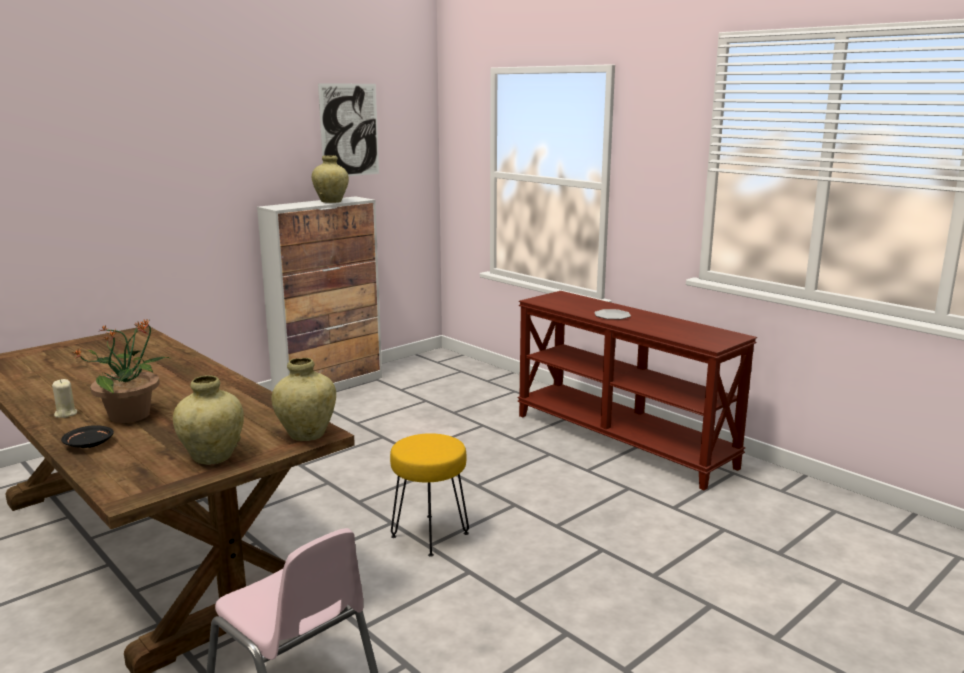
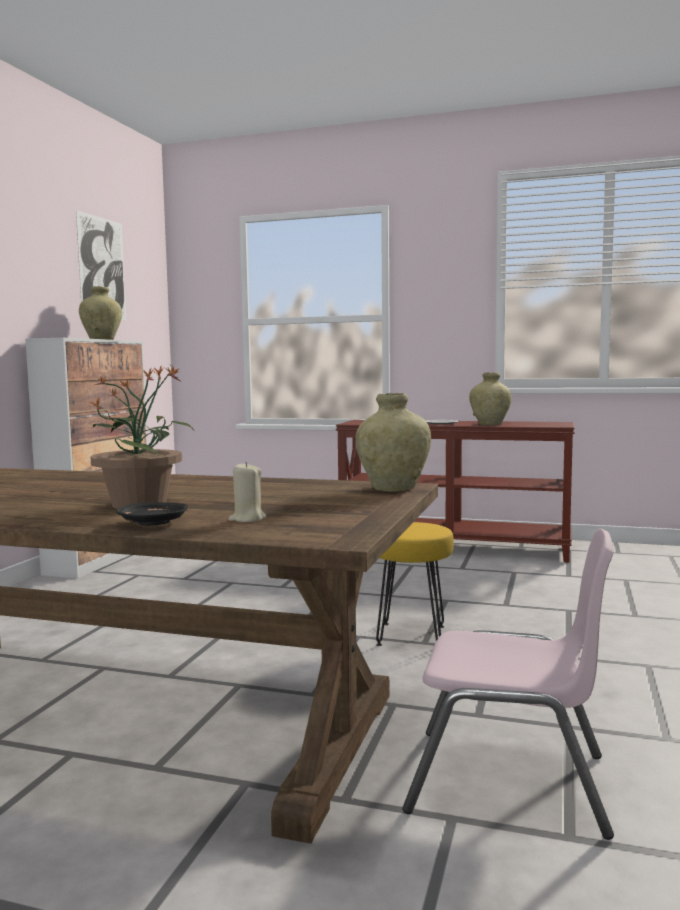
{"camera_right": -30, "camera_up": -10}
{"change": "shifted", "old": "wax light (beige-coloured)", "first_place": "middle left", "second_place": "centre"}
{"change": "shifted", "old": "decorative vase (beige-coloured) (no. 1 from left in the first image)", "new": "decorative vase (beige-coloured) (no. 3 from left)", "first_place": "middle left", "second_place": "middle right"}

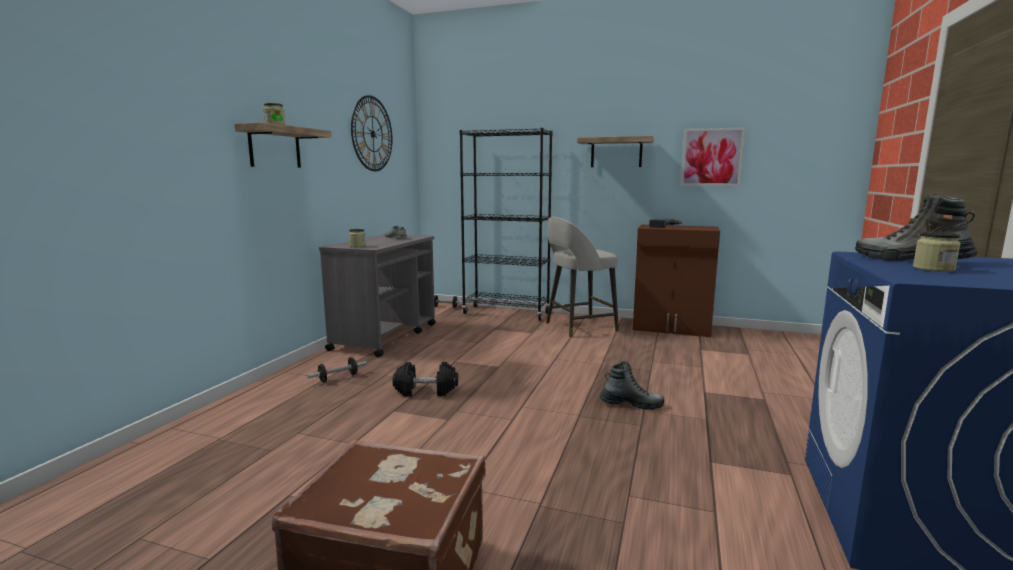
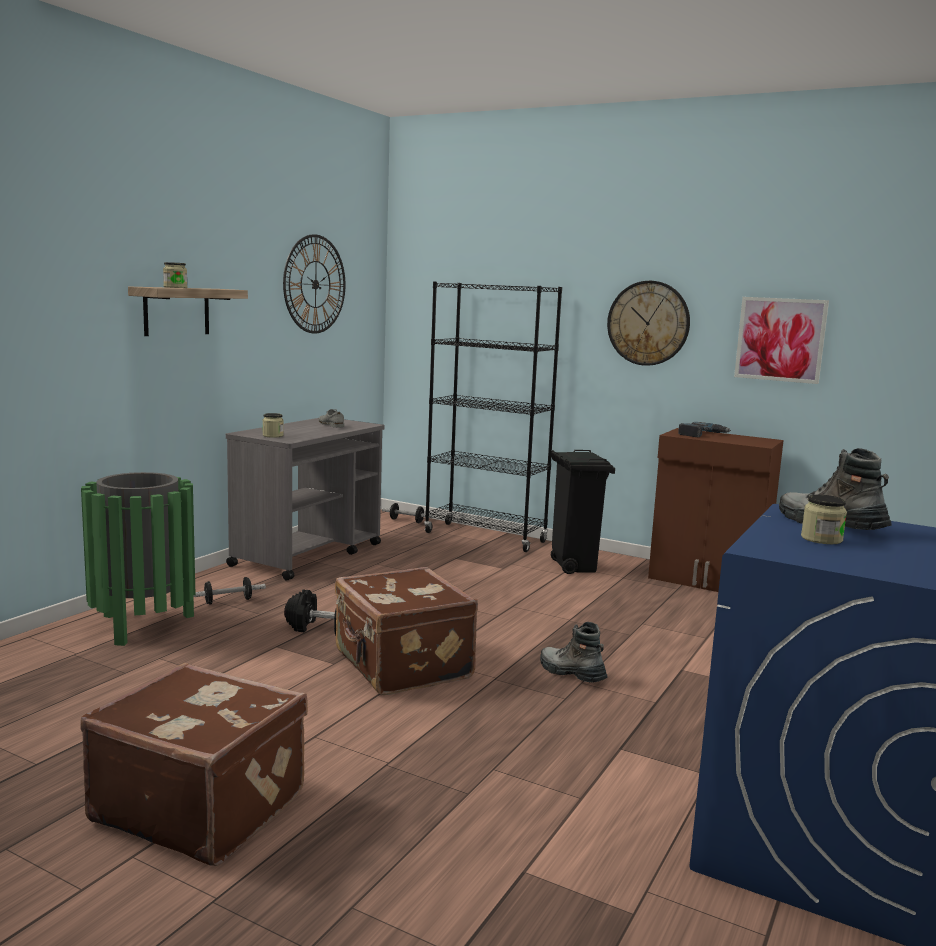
{"camera_right": 10, "camera_up": 0}
{"change": "new", "new": "trash can (green)", "second_place": "middle left"}
{"change": "new", "new": "piece of luggage (brown-coloured) (no. 2 from left)", "second_place": "bottom centre"}
{"change": "swapped", "old": "sitting stool (gray)", "new": "trash can (blackish)", "first_place": "centre", "second_place": "centre"}
{"change": "swapped", "old": "bracket shelf (no. 2 from left)", "new": "hanging clock (no. 2 from left)", "first_place": "top centre", "second_place": "middle right"}
{"change": "rotated", "old": "boot (no. 1 from left)", "first_place": "bottom centre", "second_place": "bottom centre", "degrees": -150}

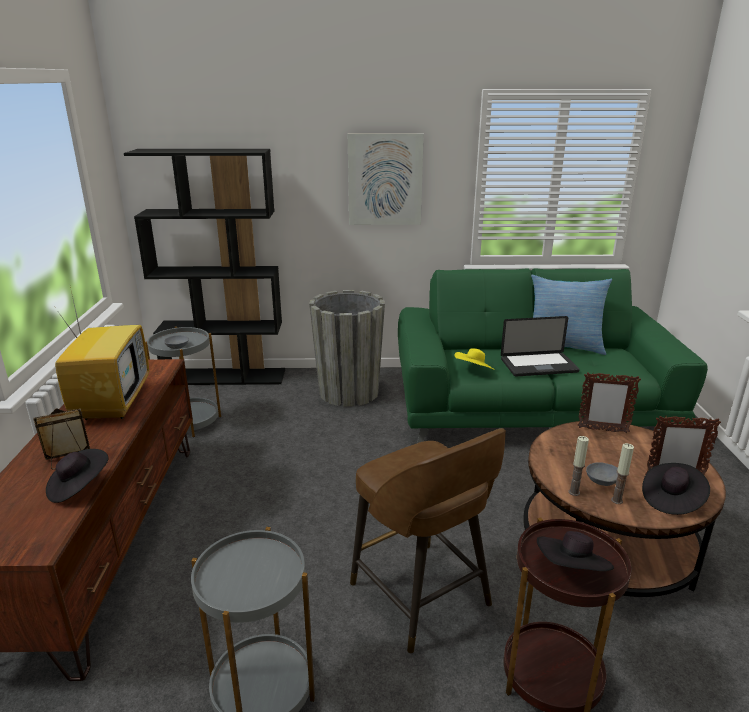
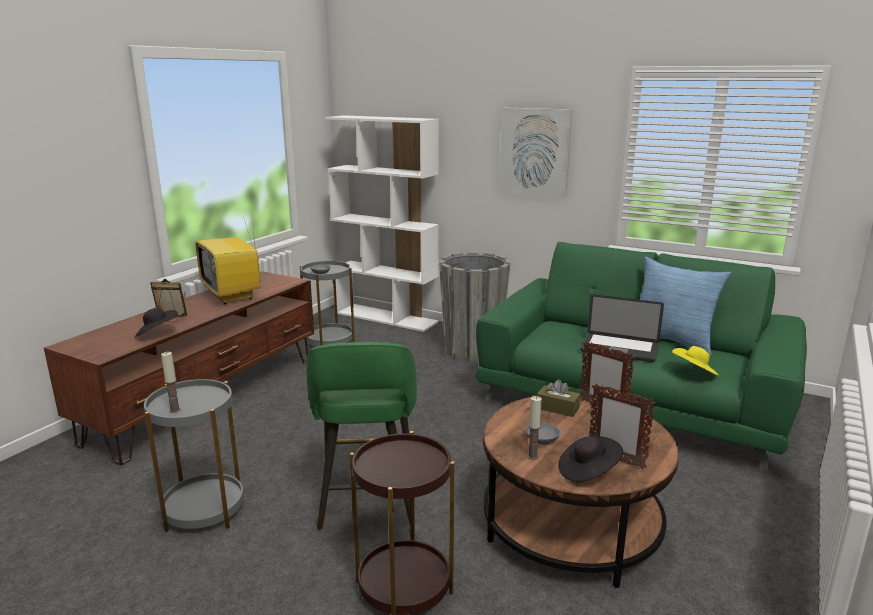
{"camera_right": 30, "camera_up": -5}
{"change": "gone", "old": "wearable hat (blackish) (no. 2 from left)", "first_place": "bottom right"}
{"change": "new", "new": "tissue holder (brown-coloured)", "second_place": "centre"}
{"change": "shifted", "old": "wearable hat (yellowish)", "first_place": "centre", "second_place": "middle right"}
{"change": "shifted", "old": "wax light (no. 1 from left)", "first_place": "middle right", "second_place": "middle left"}
{"change": "repainted", "old": "bookshelf (blackish)", "new": "bookshelf (whitish)", "first_place": "middle left", "second_place": "centre"}
{"change": "repainted", "old": "sitting stool (brown-coloured)", "new": "sitting stool (green)", "first_place": "bottom centre", "second_place": "bottom centre"}
{"change": "rotated", "old": "television", "first_place": "middle left", "second_place": "middle left", "degrees": 120}

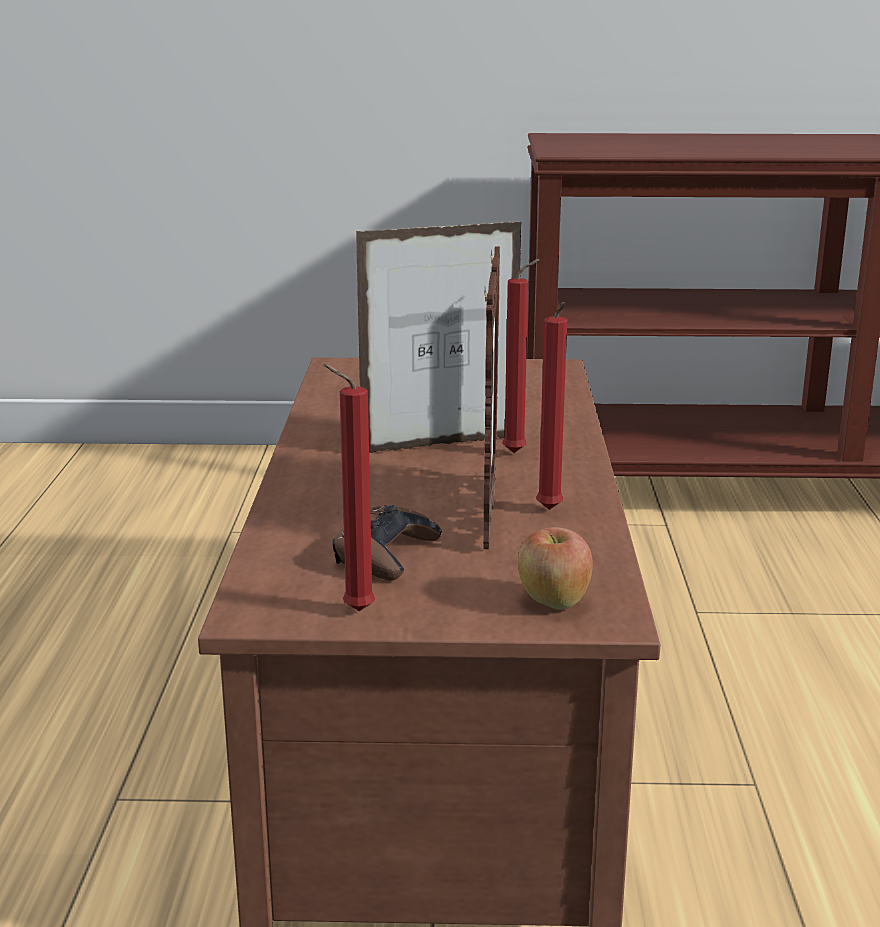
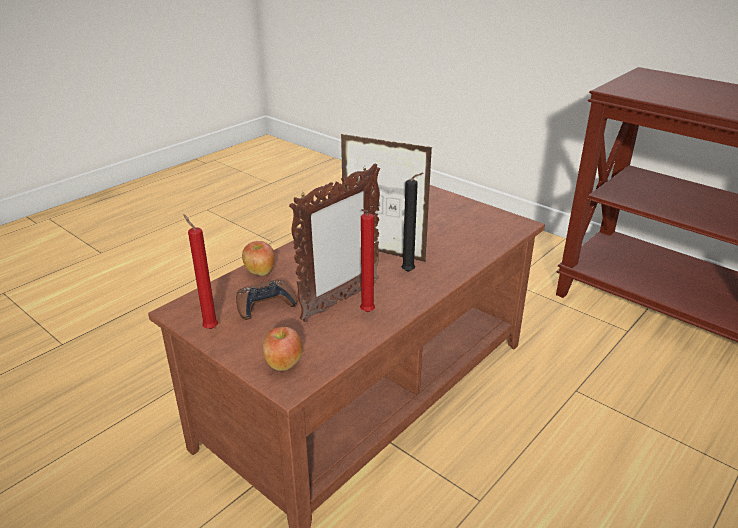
{"camera_right": 40, "camera_up": 10}
{"change": "new", "new": "apple (no. 1 from left)", "second_place": "centre"}
{"change": "repainted", "old": "wax light (reddish) (no. 2 from left)", "new": "wax light (blackish)", "first_place": "centre", "second_place": "centre"}

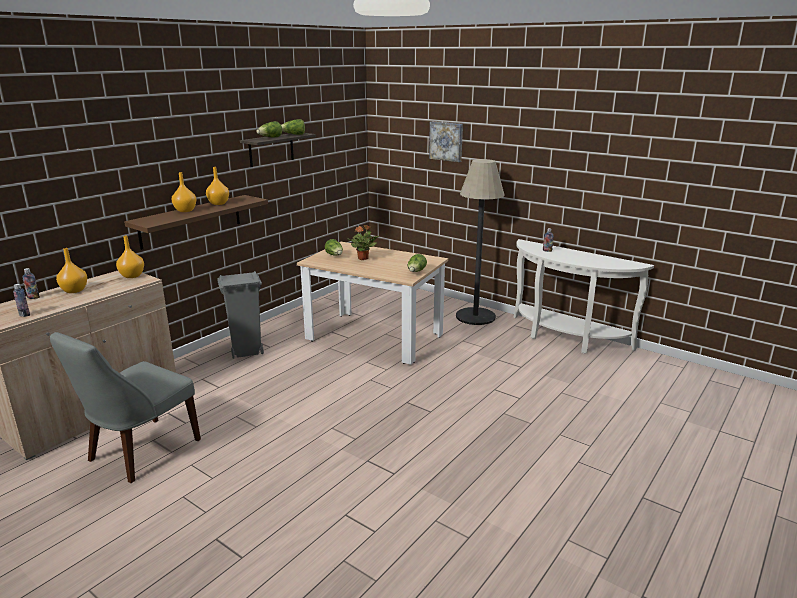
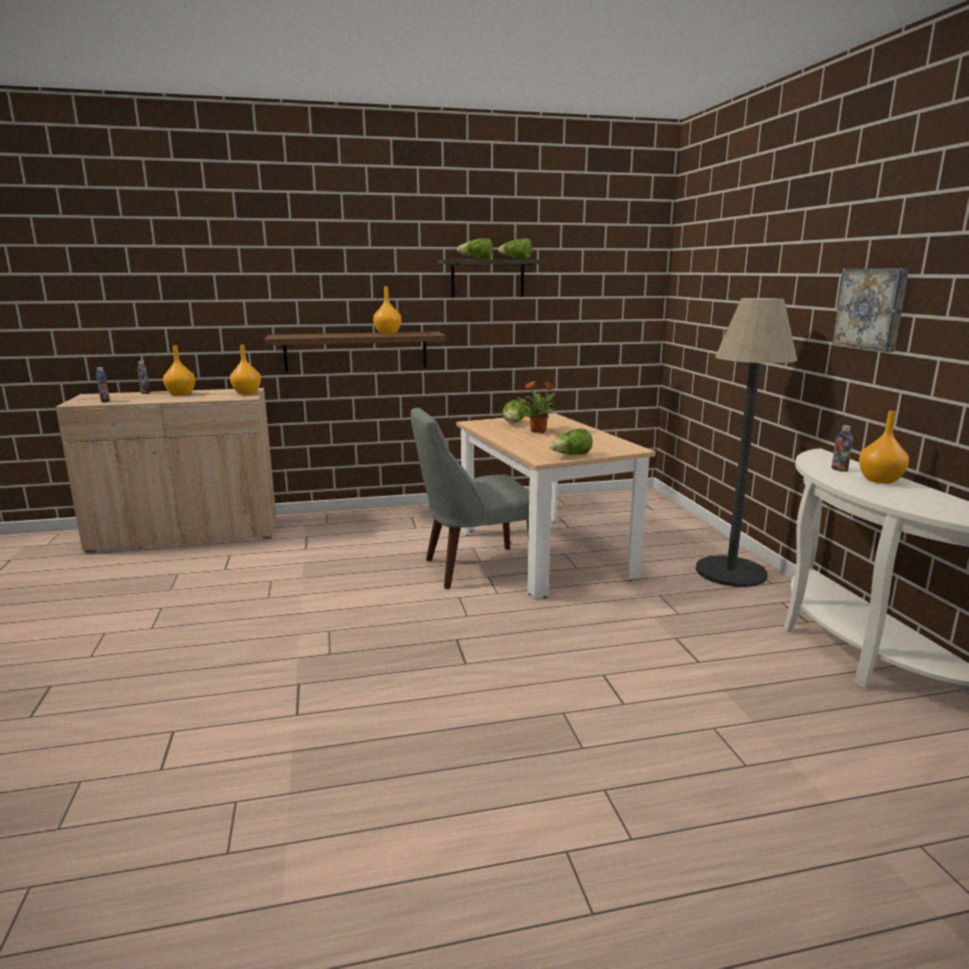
{"camera_right": 40, "camera_up": -5}
{"change": "gone", "old": "trash can (gray)", "first_place": "middle left"}
{"change": "shifted", "old": "upright chair (gray)", "first_place": "bottom left", "second_place": "centre"}
{"change": "shifted", "old": "decorative vase (orange-coloured) (no. 3 from left in the first image)", "new": "decorative vase (orange-coloured) (no. 4 from left)", "first_place": "top left", "second_place": "middle right"}
{"change": "shifted", "old": "picture", "first_place": "top centre", "second_place": "top right"}

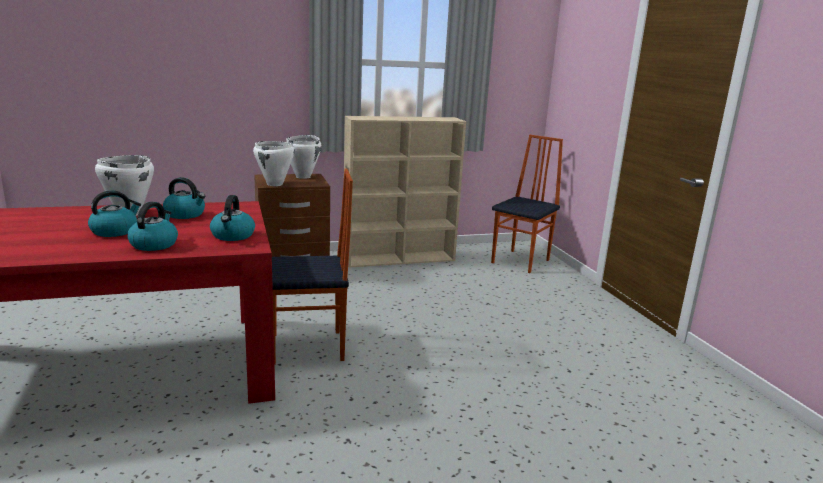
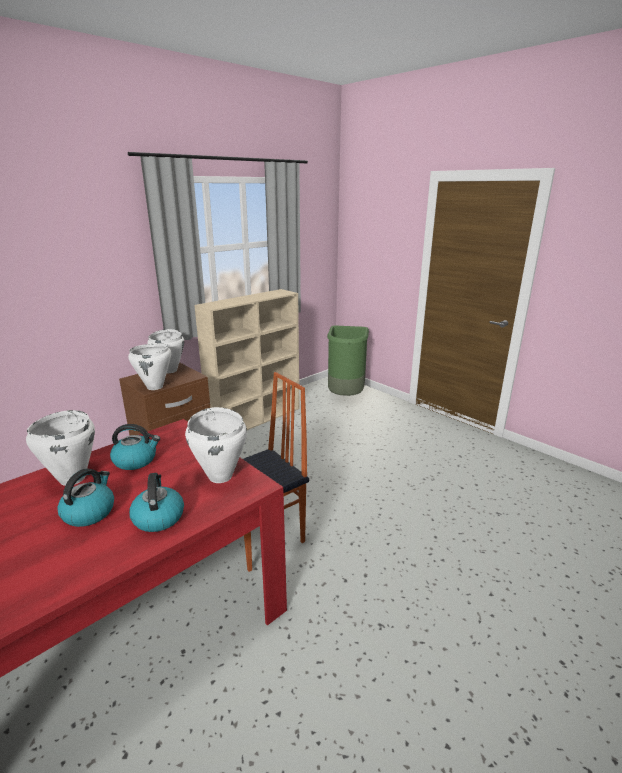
{"camera_right": -25, "camera_up": 5}
{"change": "swapped", "old": "tea kettle (no. 4 from left)", "new": "cooking pot (whitish) (no. 4 from left)", "first_place": "middle left", "second_place": "centre"}
{"change": "swapped", "old": "upright chair (no. 2 from left)", "new": "trash can (green)", "first_place": "centre", "second_place": "centre"}

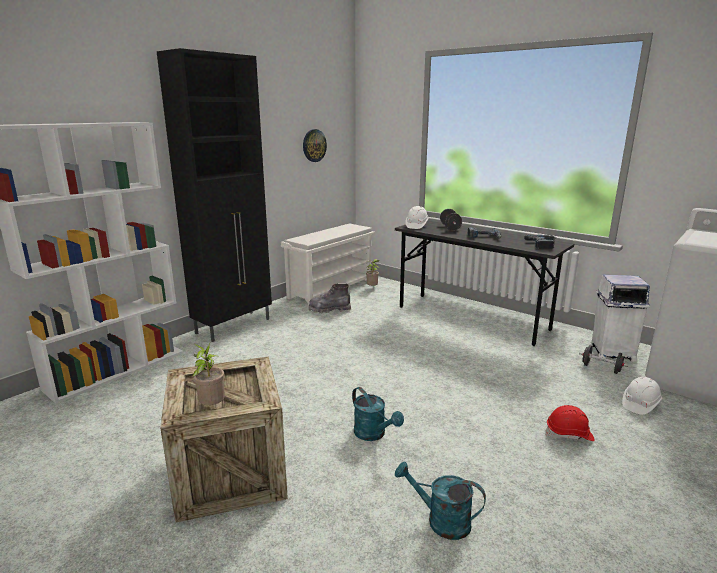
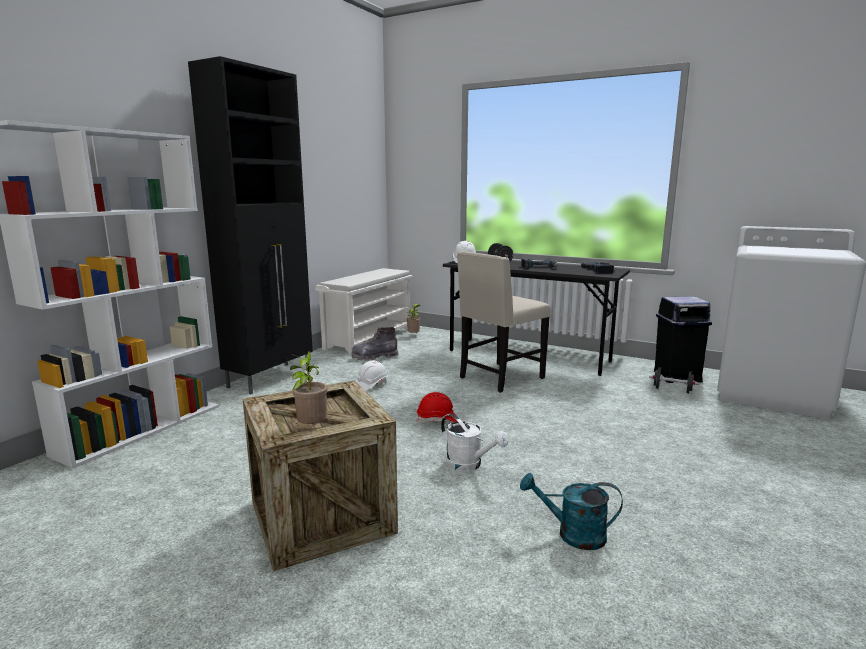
{"camera_right": -10, "camera_up": -5}
{"change": "gone", "old": "hanging clock", "first_place": "top centre"}
{"change": "new", "new": "upright chair (beige-coloured)", "second_place": "centre"}
{"change": "shifted", "old": "hard hat (reddish)", "first_place": "bottom right", "second_place": "centre"}
{"change": "shifted", "old": "hard hat (whitish) (no. 2 from left in the first image)", "new": "hard hat (whitish) (no. 1 from left)", "first_place": "bottom right", "second_place": "centre"}
{"change": "repainted", "old": "watering can (turquoise) (no. 1 from left)", "new": "watering can (whitish)", "first_place": "bottom centre", "second_place": "bottom centre"}
{"change": "repainted", "old": "trash can (whitish)", "new": "trash can (blackish)", "first_place": "middle right", "second_place": "middle right"}

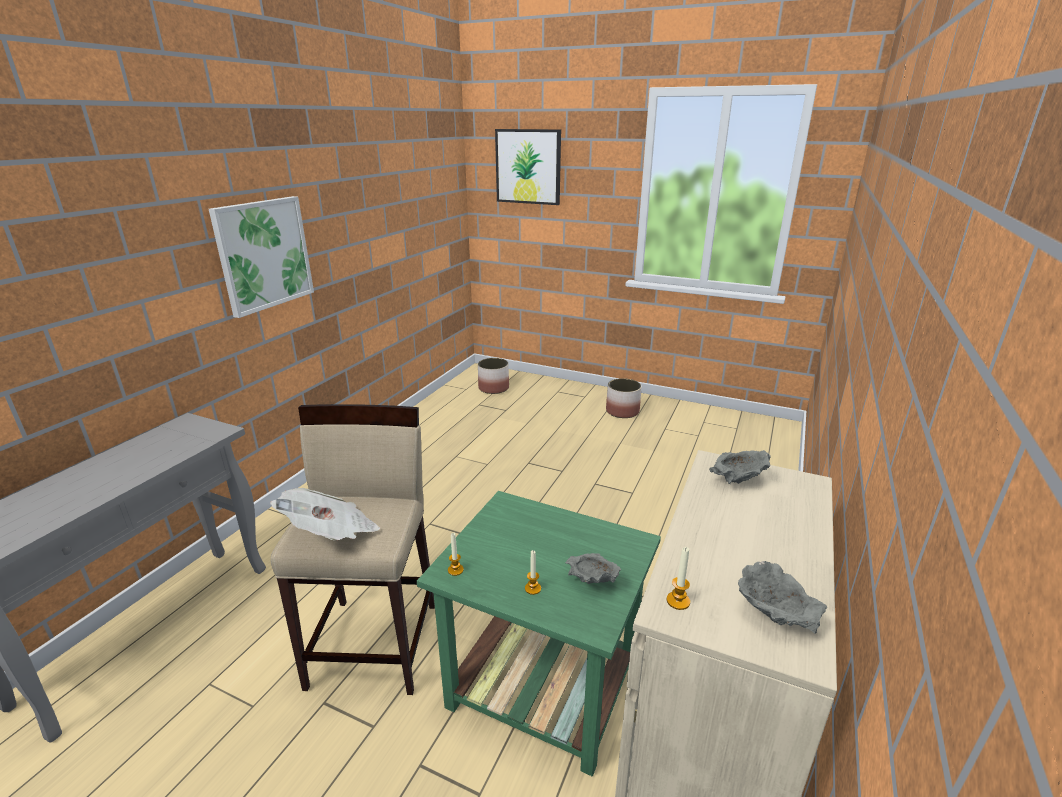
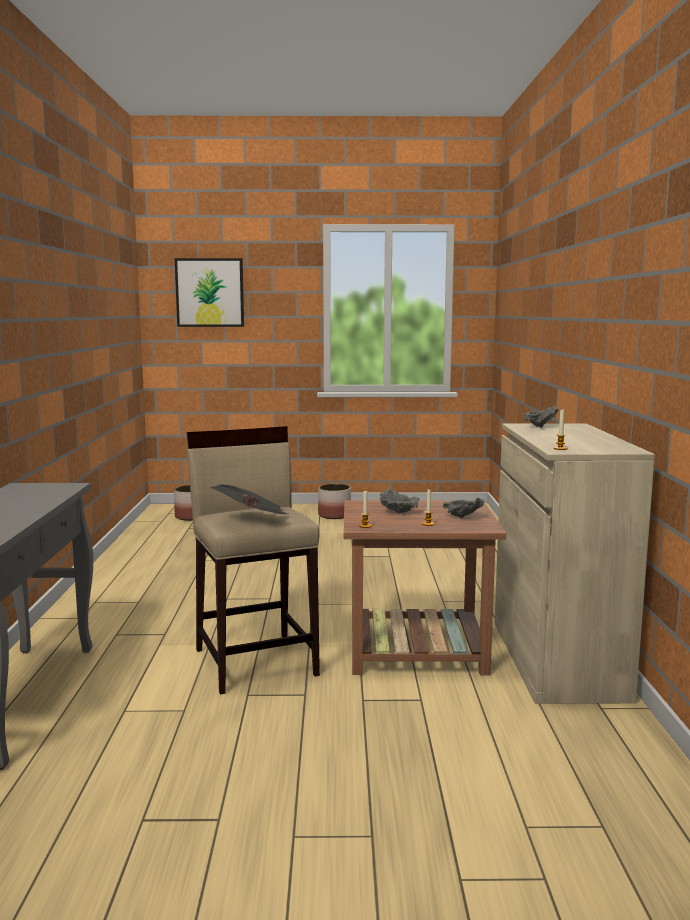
{"camera_right": -25, "camera_up": -15}
{"change": "gone", "old": "picture (no. 1 from left)", "first_place": "top left"}
{"change": "shifted", "old": "bowl (gray) (no. 3 from left in the first image)", "new": "bowl (gray) (no. 1 from left)", "first_place": "bottom right", "second_place": "centre"}
{"change": "repainted", "old": "side table (green)", "new": "side table (brown-coloured)", "first_place": "bottom centre", "second_place": "centre"}

